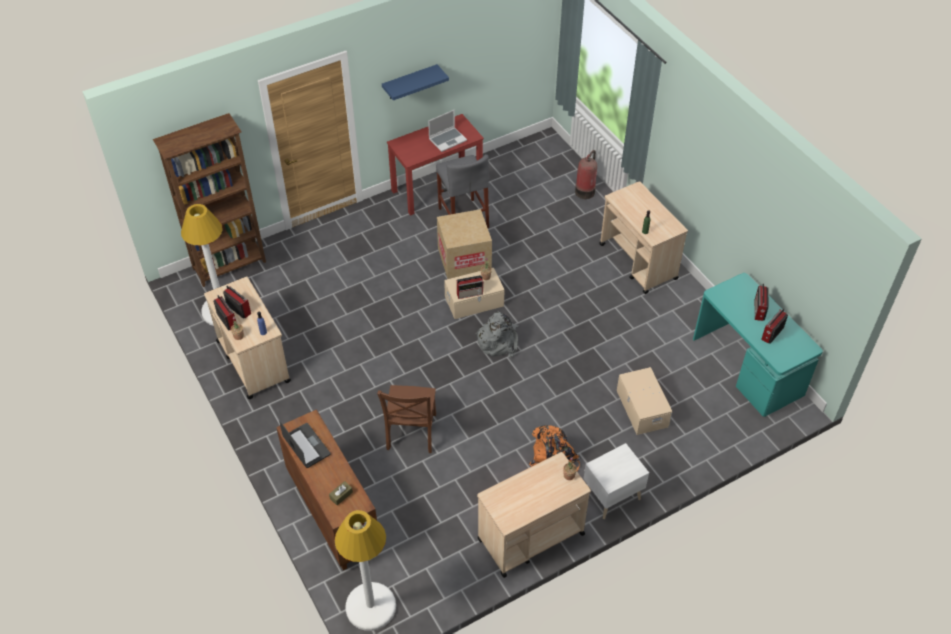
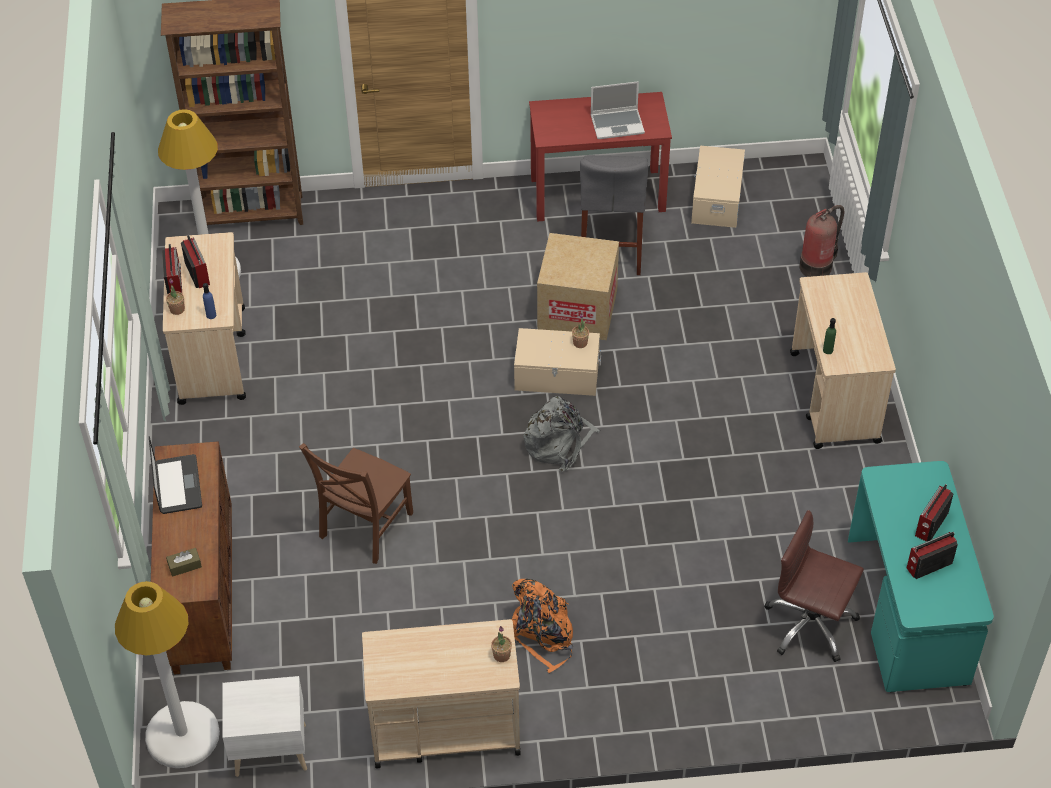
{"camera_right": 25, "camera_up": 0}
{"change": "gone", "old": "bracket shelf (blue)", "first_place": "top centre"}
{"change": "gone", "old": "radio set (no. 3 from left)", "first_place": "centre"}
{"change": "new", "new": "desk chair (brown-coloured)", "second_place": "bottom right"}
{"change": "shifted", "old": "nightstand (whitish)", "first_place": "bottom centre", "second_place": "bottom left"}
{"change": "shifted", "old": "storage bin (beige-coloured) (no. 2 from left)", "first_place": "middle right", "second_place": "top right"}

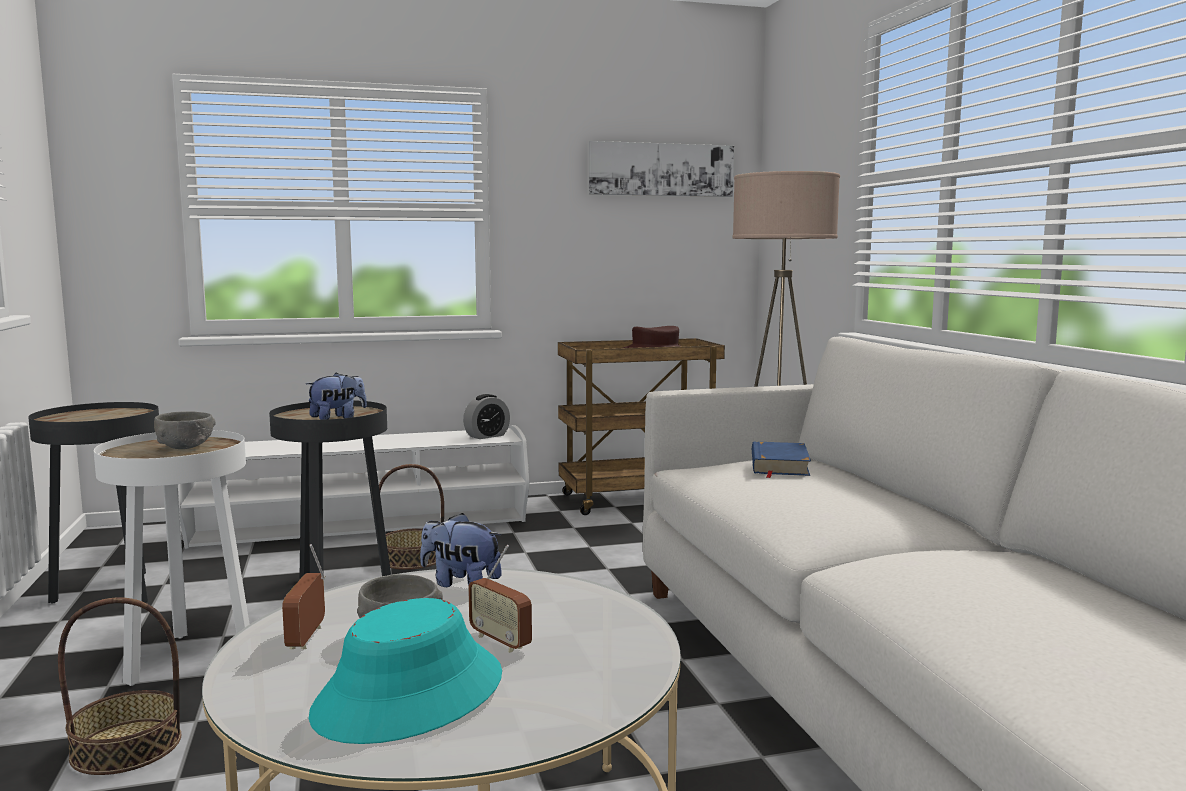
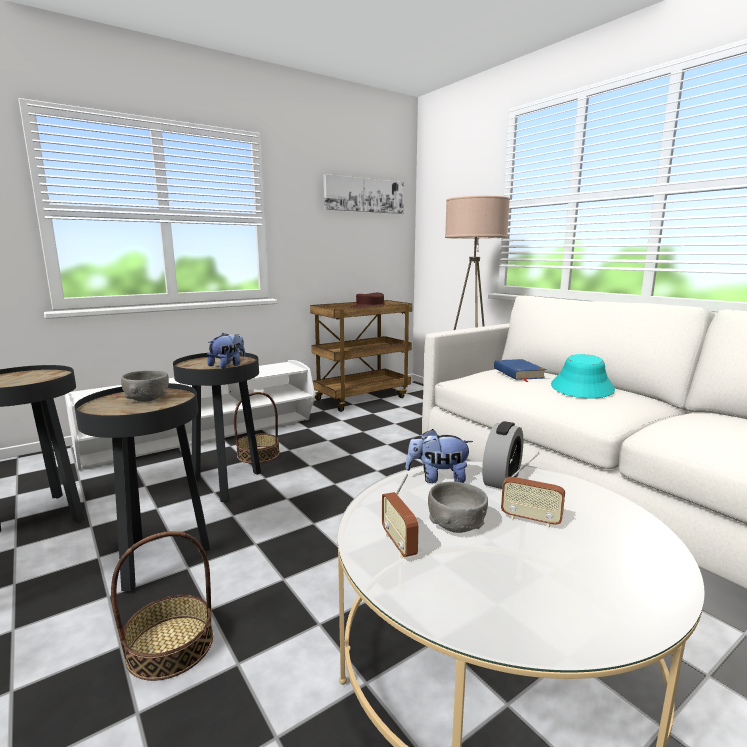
{"camera_right": -20, "camera_up": 5}
{"change": "shifted", "old": "wearable hat (turquoise)", "first_place": "bottom centre", "second_place": "middle right"}
{"change": "shifted", "old": "bedside clock", "first_place": "centre", "second_place": "middle right"}
{"change": "repainted", "old": "side table (whitish)", "new": "side table (blackish) (no. 2 from left)", "first_place": "bottom left", "second_place": "middle left"}

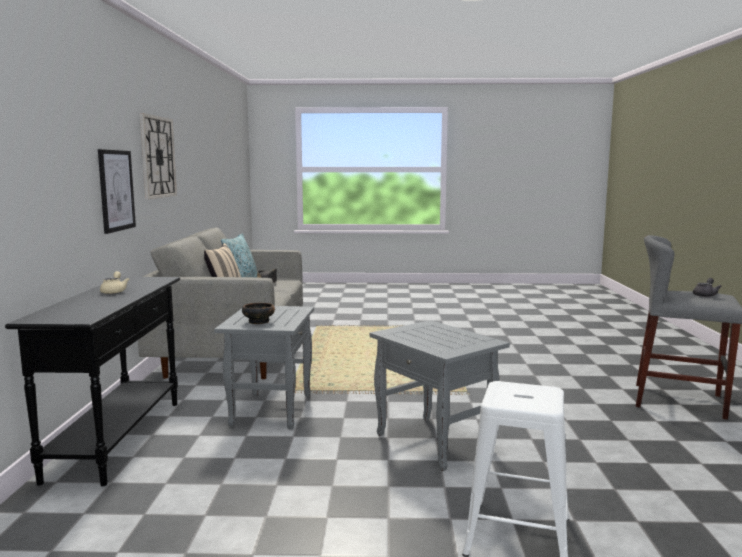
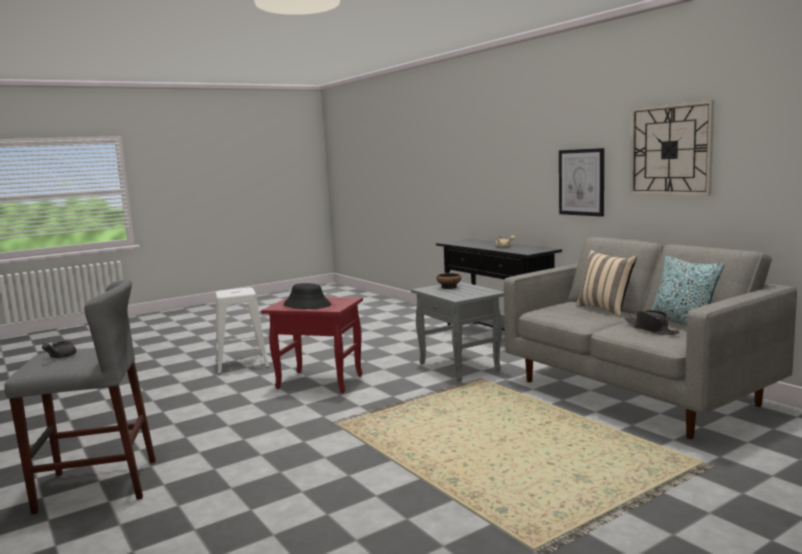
{"camera_right": 145, "camera_up": 0}
{"change": "new", "new": "wearable hat (blackish) (no. 1 from left)", "second_place": "centre"}
{"change": "repainted", "old": "side table (gray) (no. 2 from left)", "new": "side table (reddish)", "first_place": "bottom centre", "second_place": "centre"}

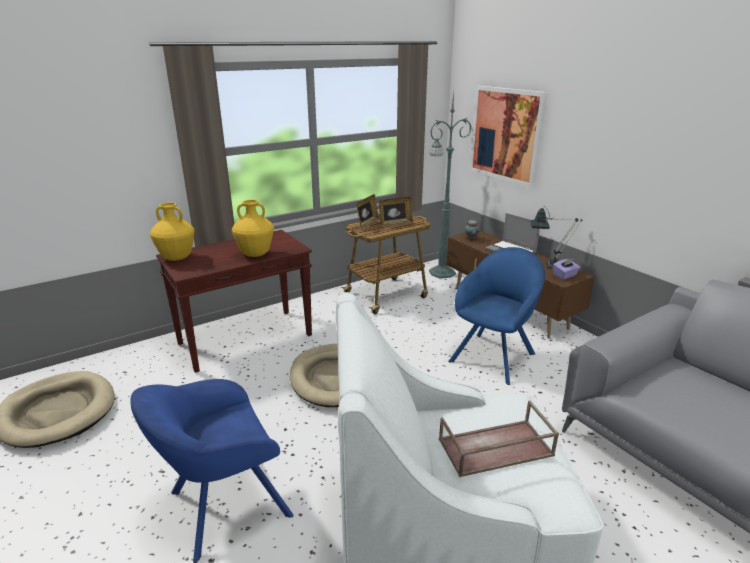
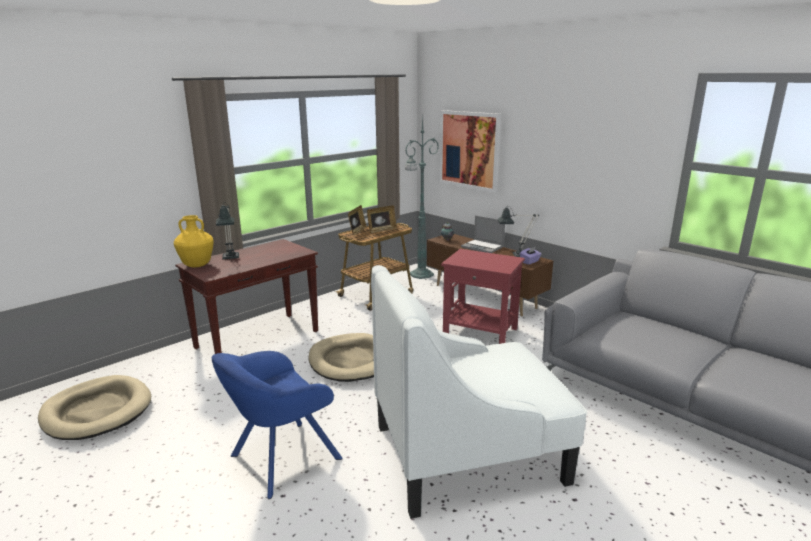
{"camera_right": -10, "camera_up": -5}
{"change": "gone", "old": "decorative vase (yellowish) (no. 2 from left)", "first_place": "centre"}
{"change": "gone", "old": "tray (brown-coloured)", "first_place": "bottom centre"}
{"change": "new", "new": "tabletop lamp (no. 1 from left)", "second_place": "middle left"}
{"change": "swapped", "old": "armchair (blue) (no. 2 from left)", "new": "side table (reddish)", "first_place": "centre", "second_place": "centre"}

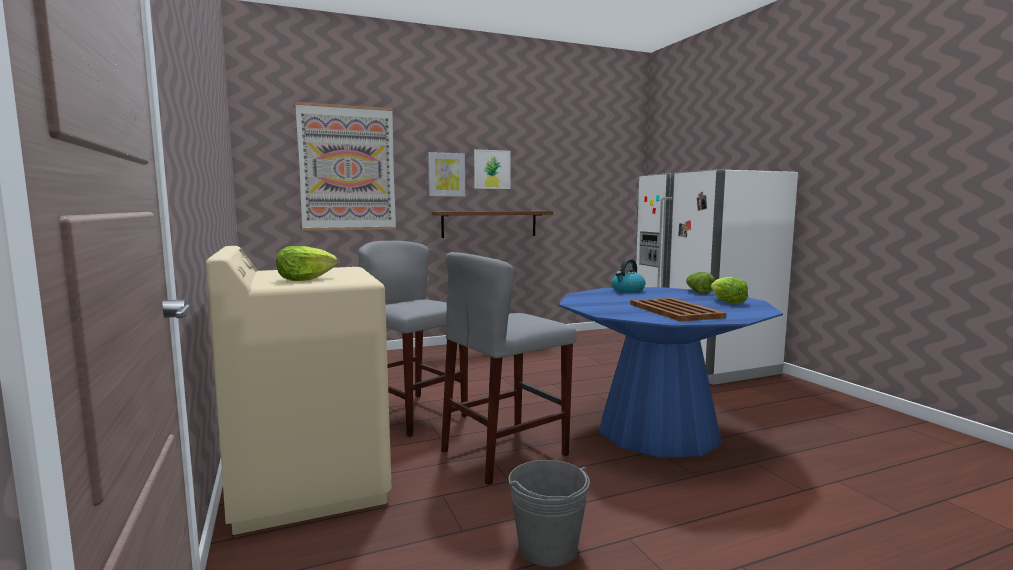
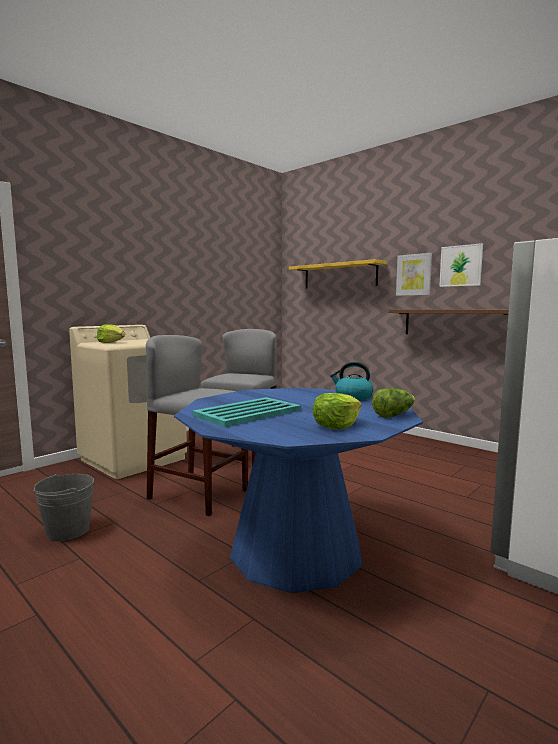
{"camera_right": 65, "camera_up": 0}
{"change": "swapped", "old": "picture (no. 1 from left)", "new": "bracket shelf (yellowish)", "first_place": "top centre", "second_place": "centre"}
{"change": "repainted", "old": "tray (brown-coloured)", "new": "tray (turquoise)", "first_place": "middle right", "second_place": "centre"}

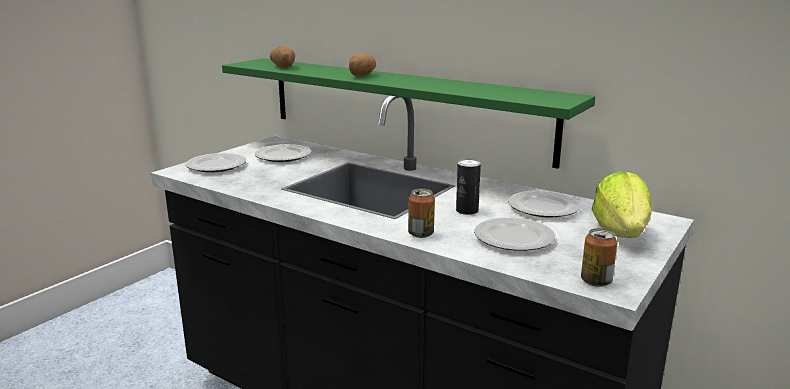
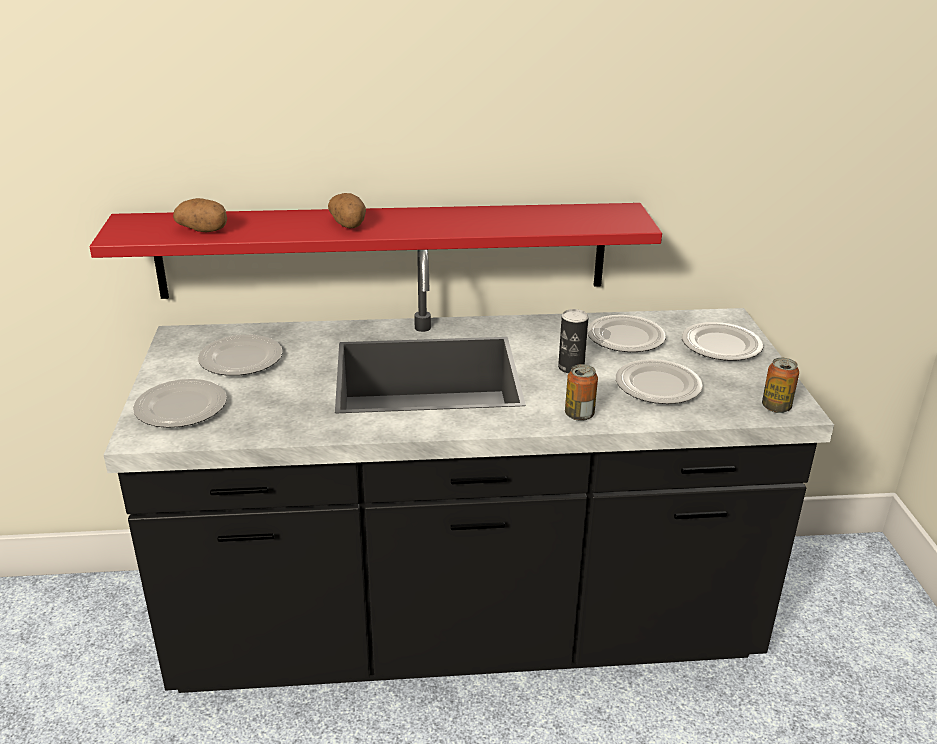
{"camera_right": -40, "camera_up": 10}
{"change": "swapped", "old": "lettuce head", "new": "dinner plate (no. 5 from left)", "first_place": "middle right", "second_place": "middle right"}
{"change": "repainted", "old": "bracket shelf (green)", "new": "bracket shelf (reddish)", "first_place": "top centre", "second_place": "centre"}

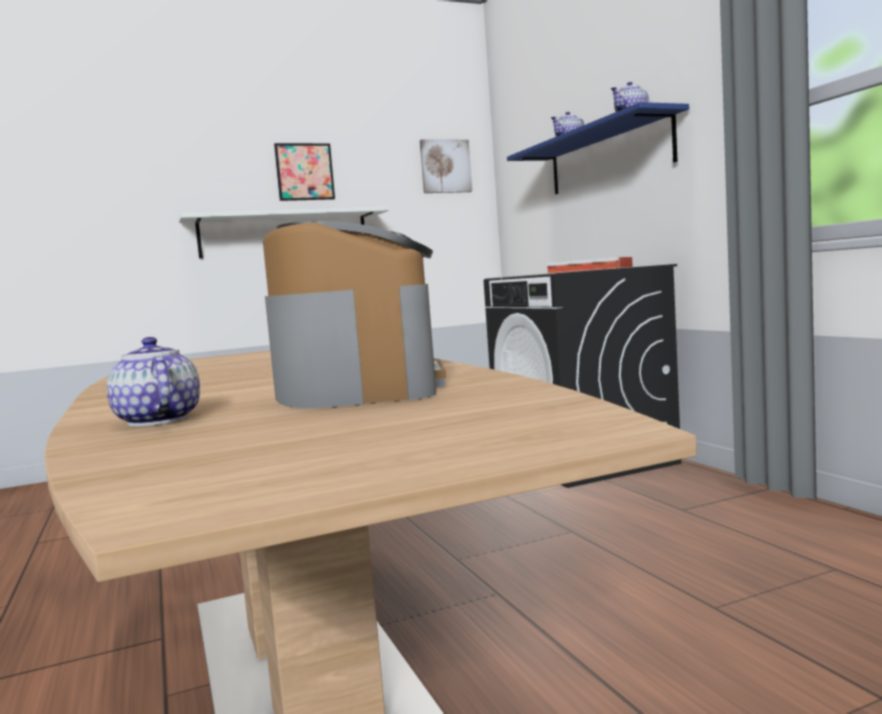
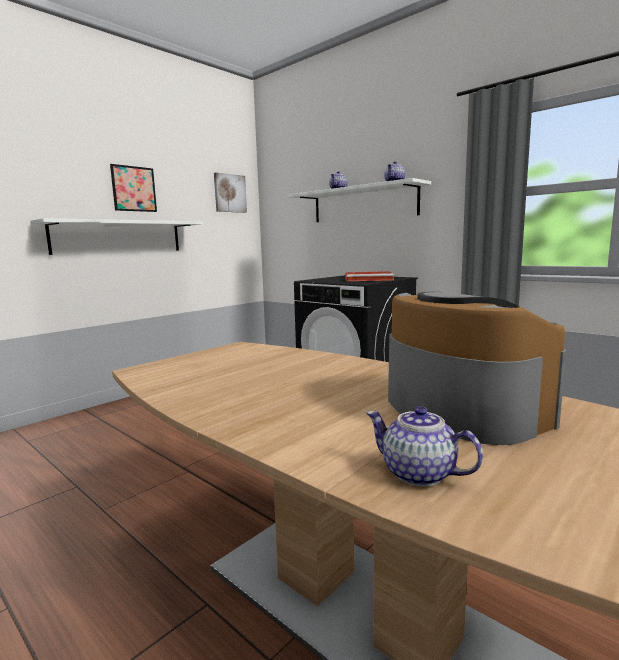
{"camera_right": -25, "camera_up": 5}
{"change": "repainted", "old": "bracket shelf (blue)", "new": "bracket shelf (whitish) (no. 2 from left)", "first_place": "top right", "second_place": "top centre"}

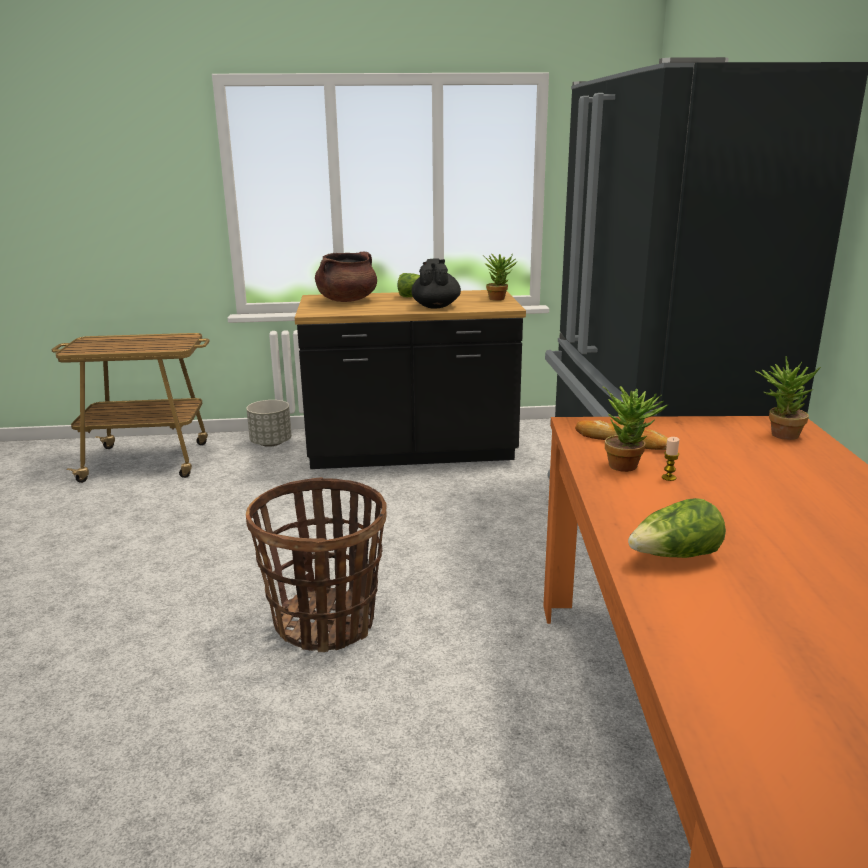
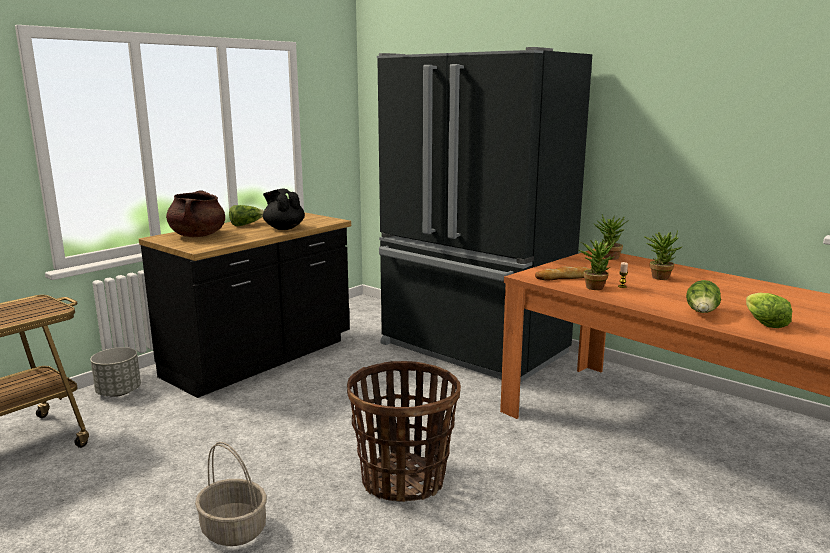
{"camera_right": -45, "camera_up": -5}
{"change": "new", "new": "storage basket (no. 1 from left)", "second_place": "bottom left"}
{"change": "new", "new": "lettuce head (no. 3 from left)", "second_place": "middle right"}
{"change": "shifted", "old": "plant in a pot (no. 1 from left in the first image)", "new": "plant in a pot (no. 3 from left)", "first_place": "top centre", "second_place": "middle right"}

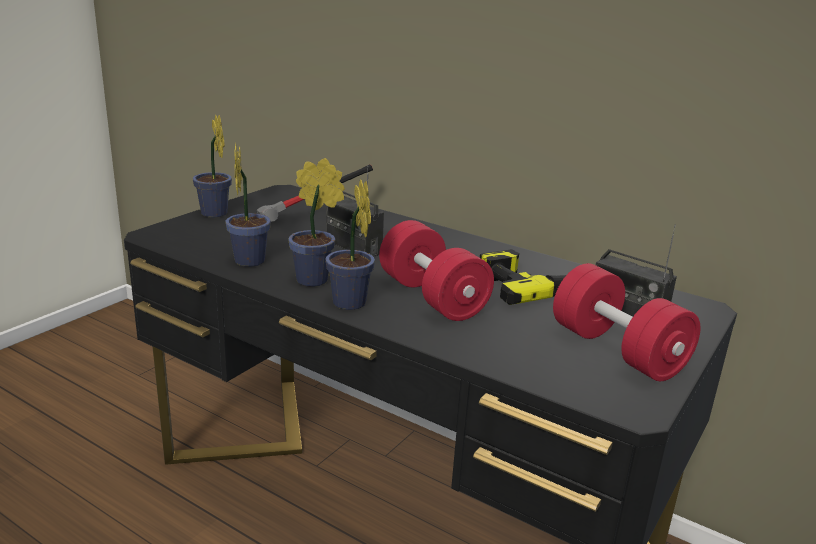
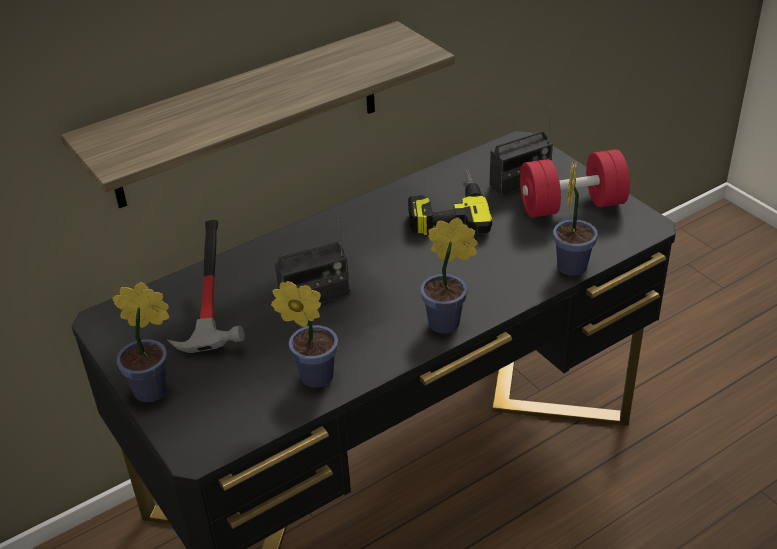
{"camera_right": -65, "camera_up": 15}
{"change": "gone", "old": "dumbbell (reddish) (no. 1 from left)", "first_place": "centre"}
{"change": "new", "new": "bracket shelf", "second_place": "top left"}
{"change": "shifted", "old": "plant in a pot (no. 3 from left in the first image)", "new": "plant in a pot (no. 4 from left)", "first_place": "centre", "second_place": "middle right"}

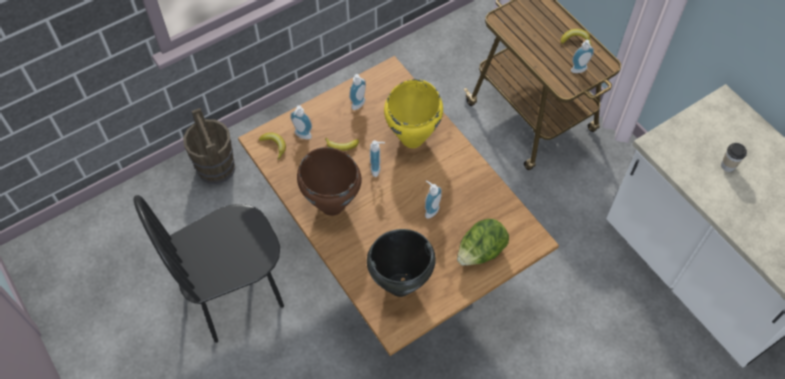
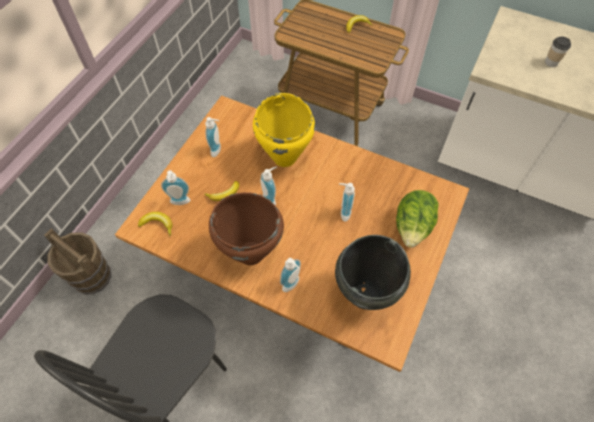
{"camera_right": -30, "camera_up": 0}
{"change": "shifted", "old": "soap dispenser (no. 5 from left in the first image)", "new": "soap dispenser (no. 4 from left)", "first_place": "top right", "second_place": "centre"}

